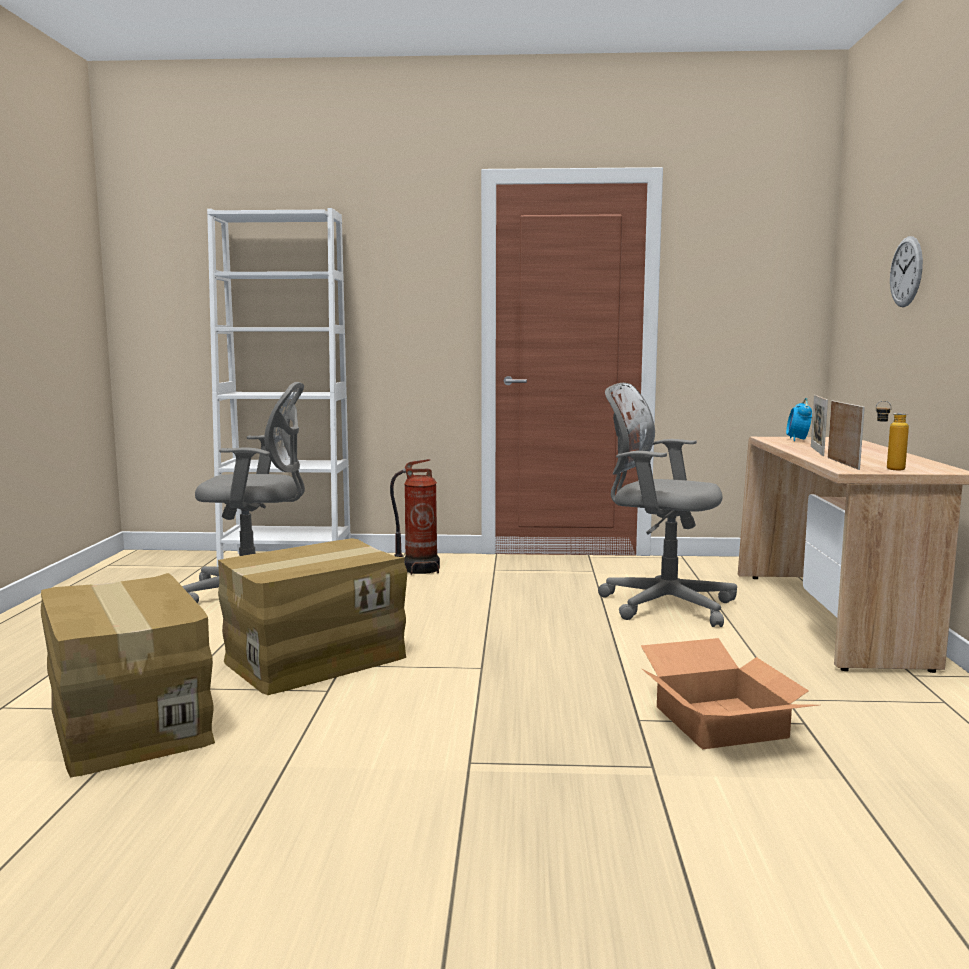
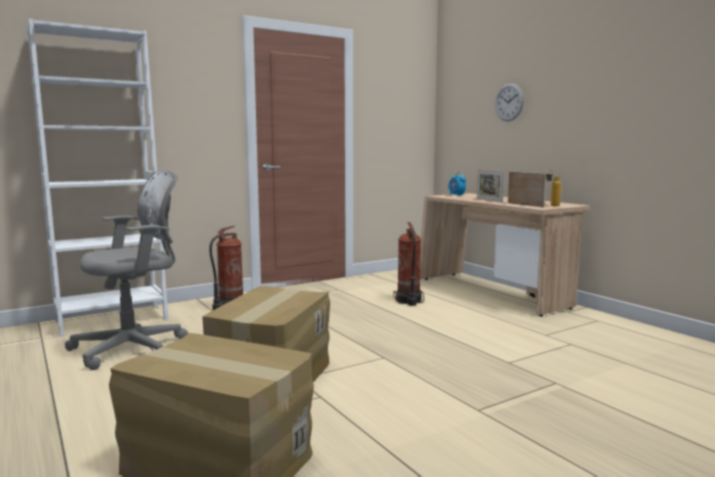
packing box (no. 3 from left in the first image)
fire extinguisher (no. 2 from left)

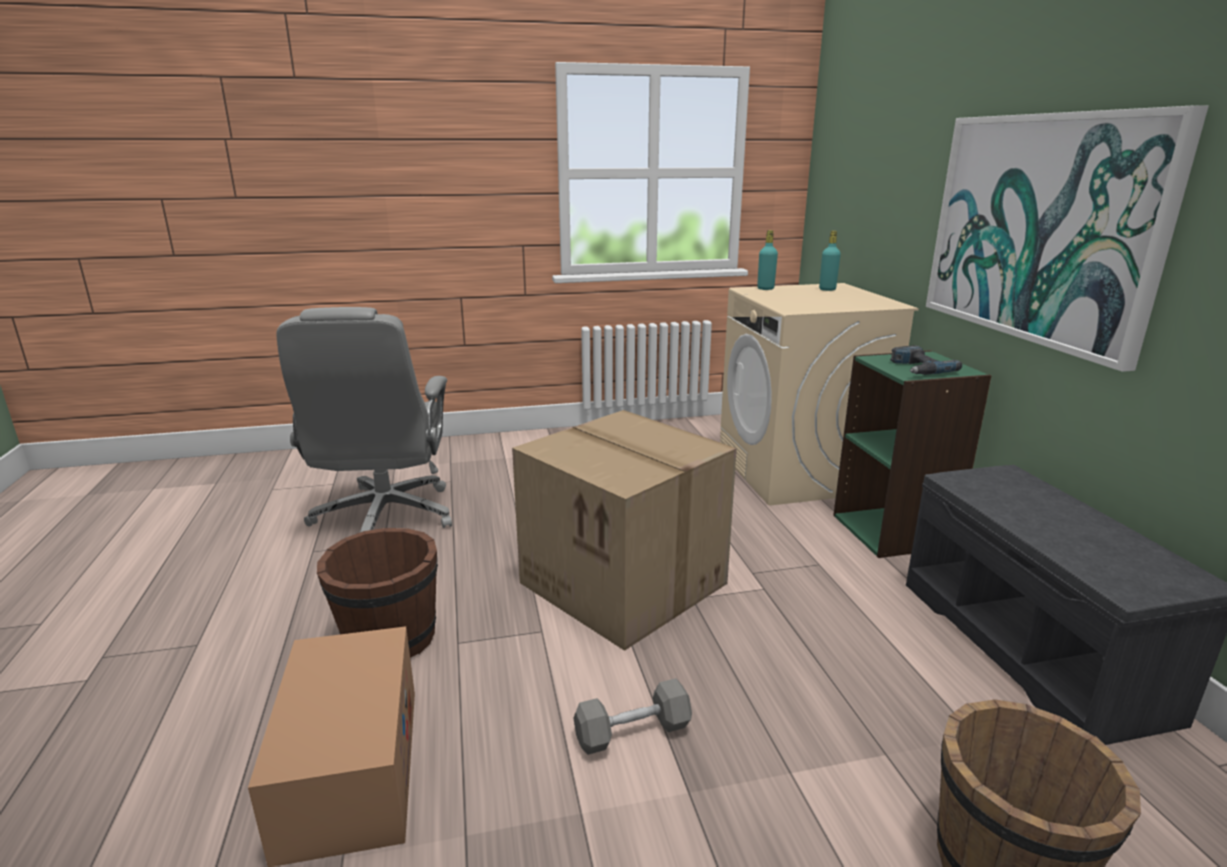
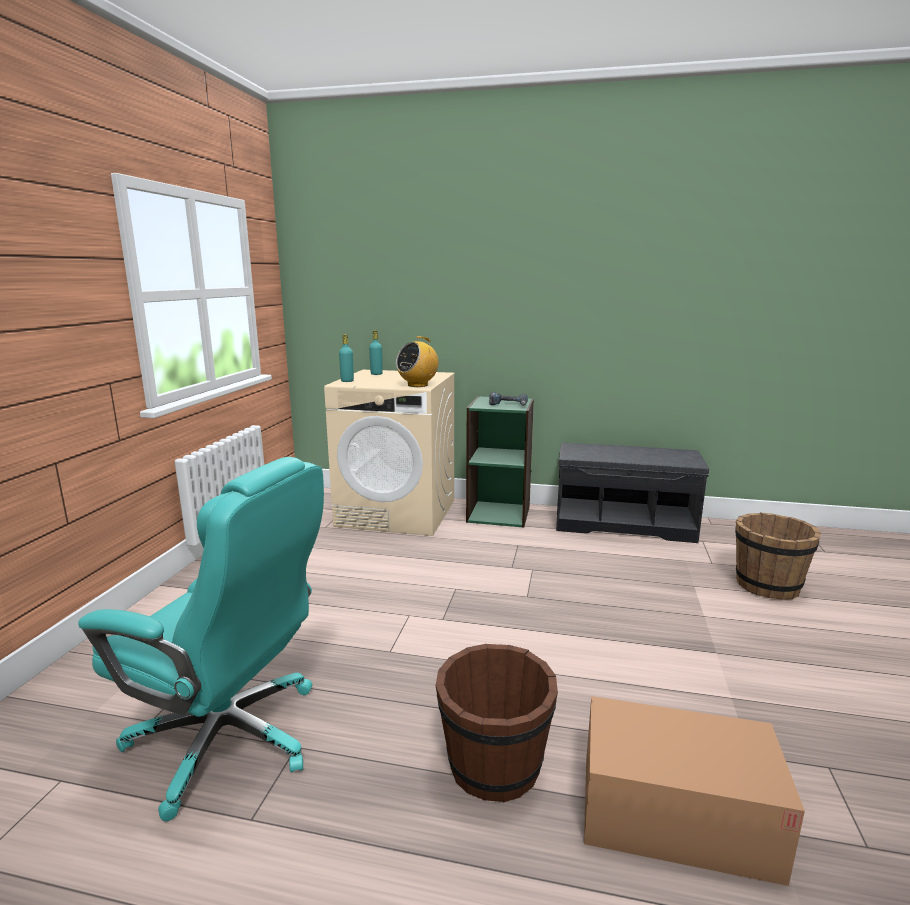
packing box (no. 2 from left in the first image)
hand weight (gray)
picture
radio receiver
computer chair (turquoise)

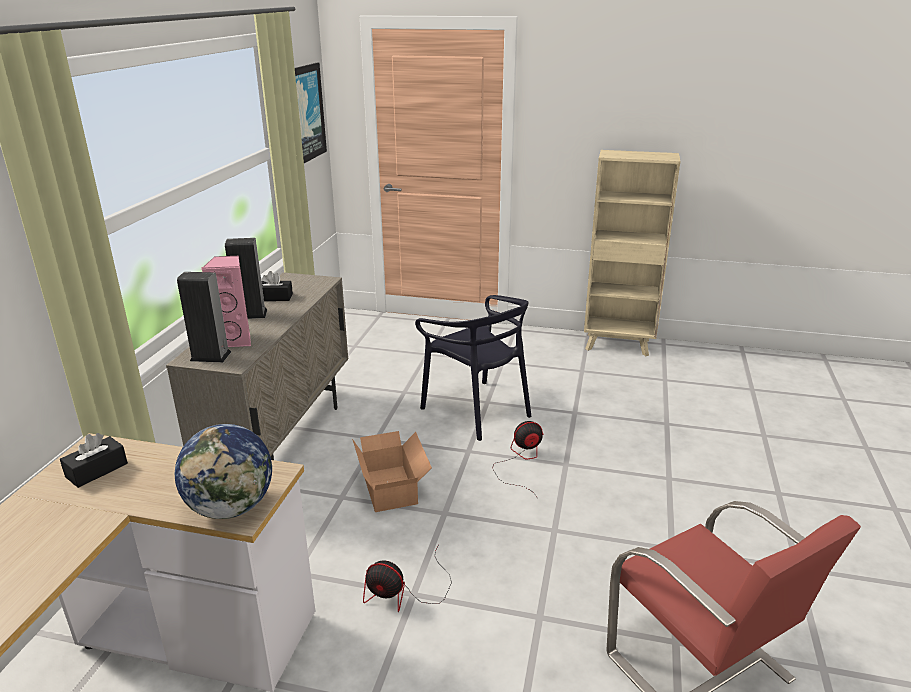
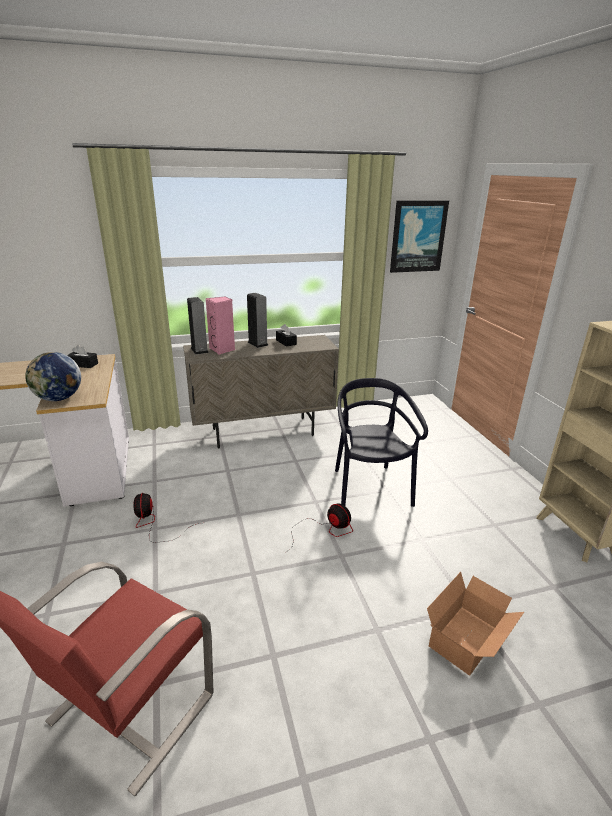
packing box
chair (black)

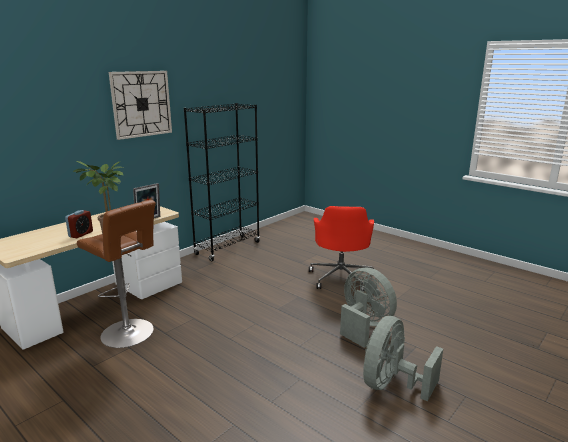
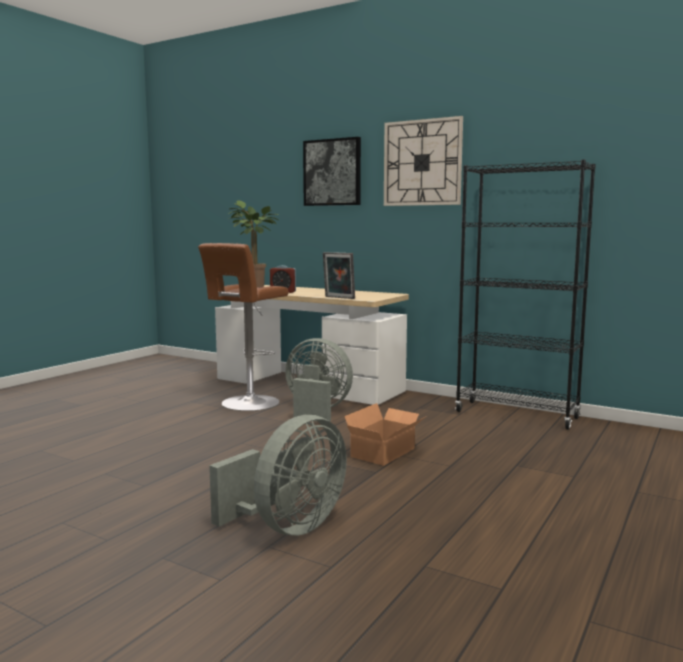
computer chair (reddish)
picture
packing box
fan (gray) (no. 2 from left)

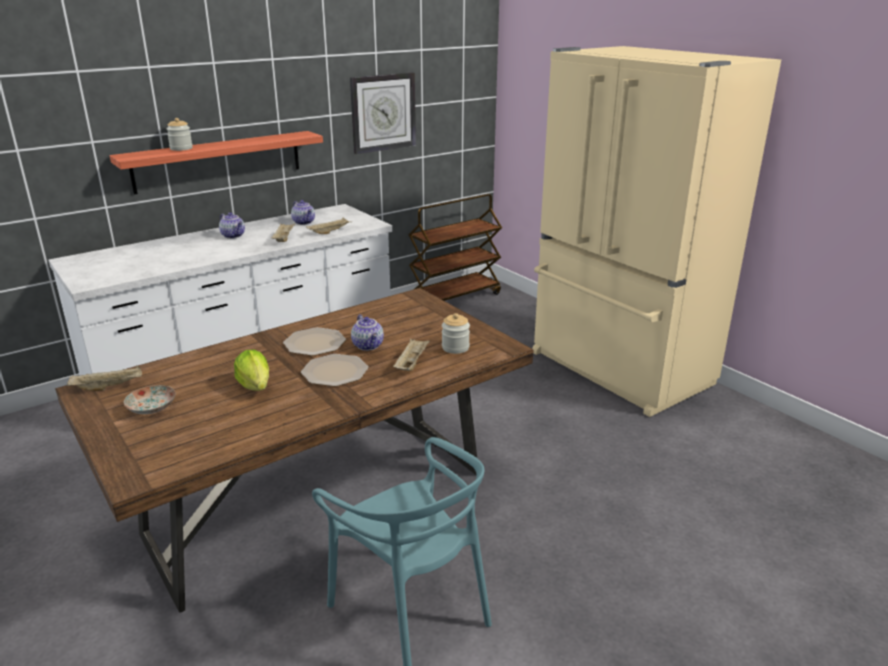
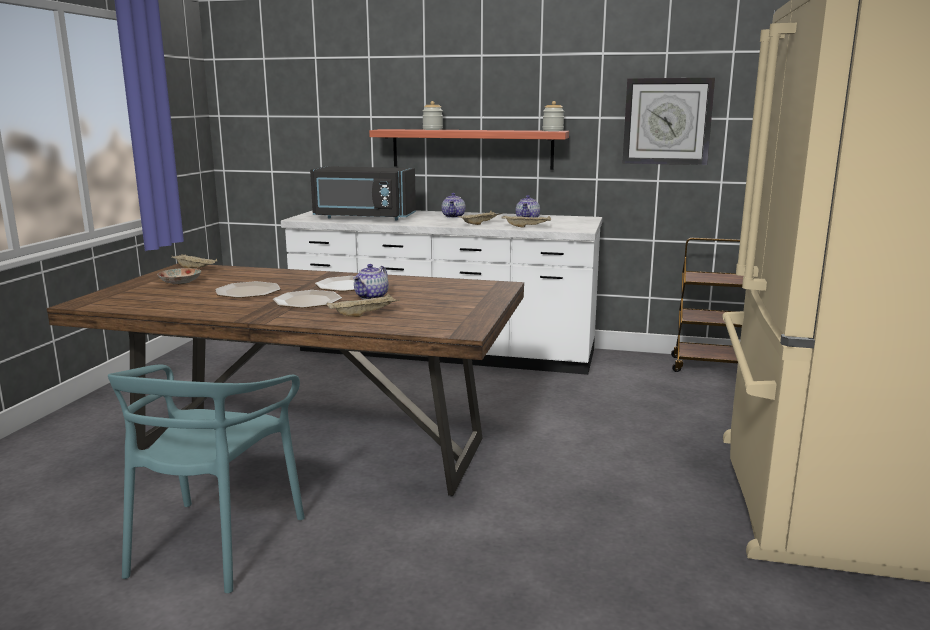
microwave oven (black)
jar (no. 2 from left)
plate (no. 2 from left)

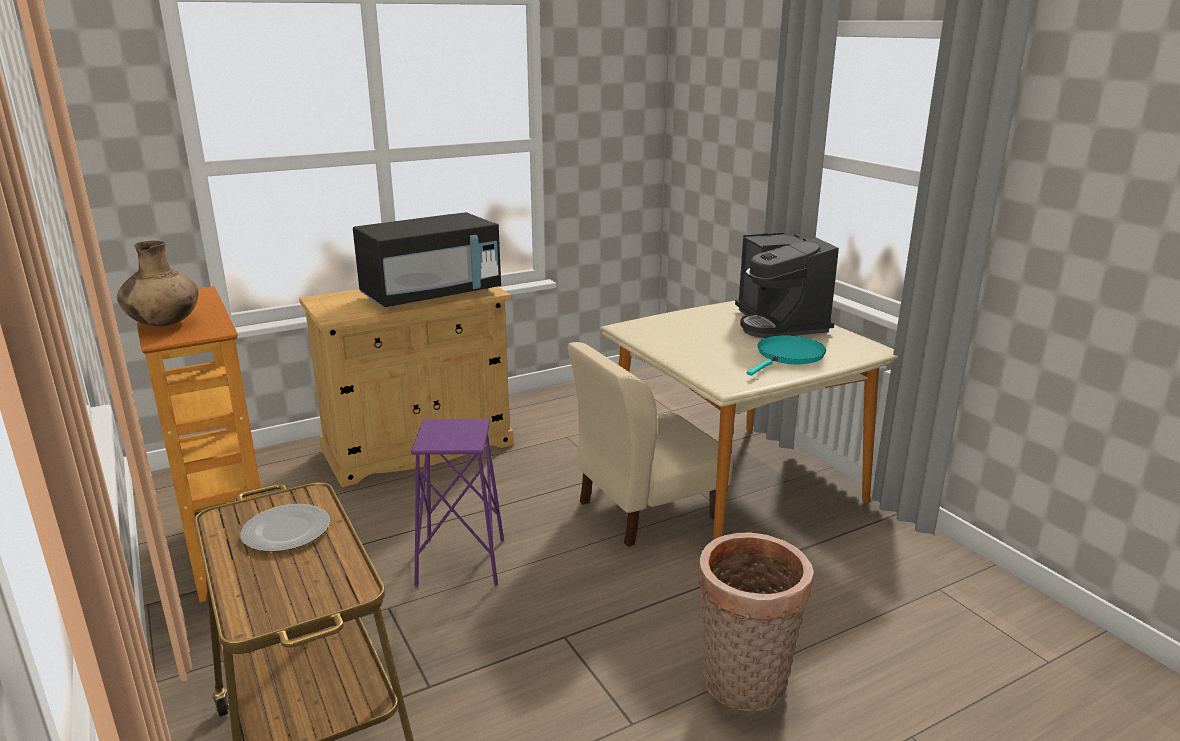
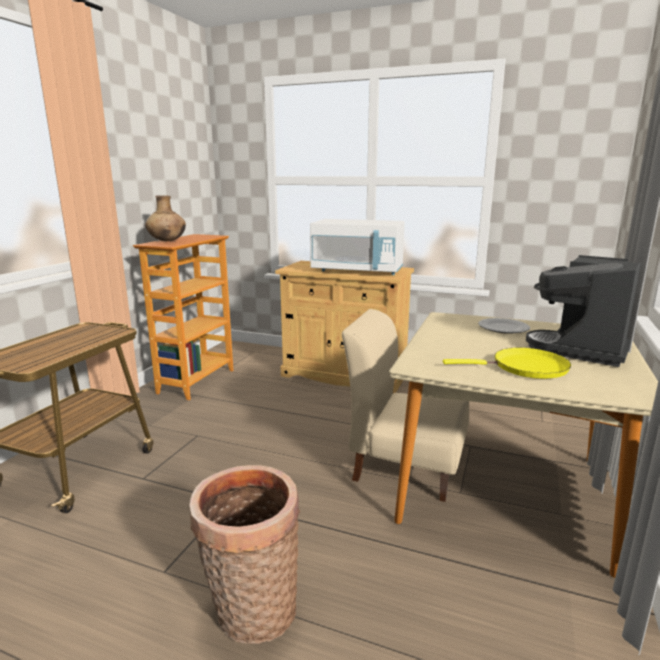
sitting stool (purplish)
plate
microwave oven (whitish)
skillet (yellow-coloured)

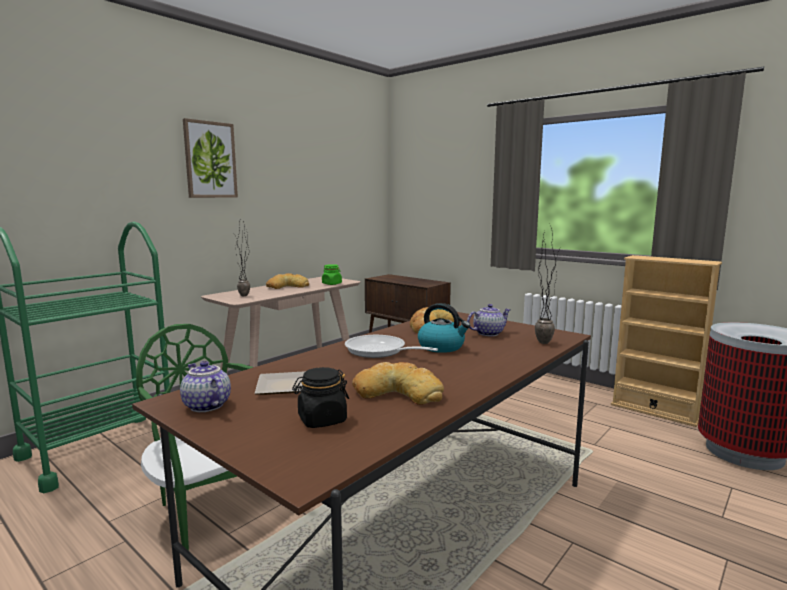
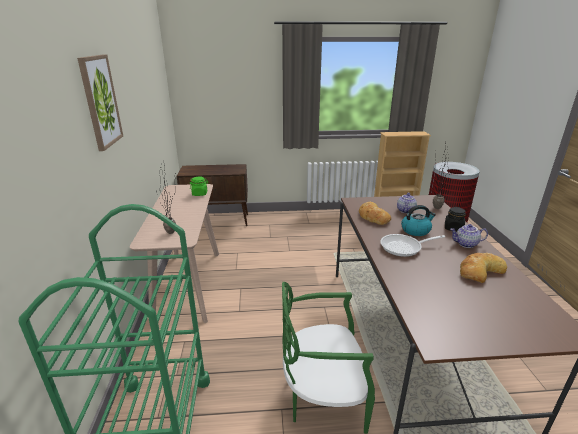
plate
bakery bread (no. 1 from left in the first image)
teapot (no. 2 from left)
jar (black)

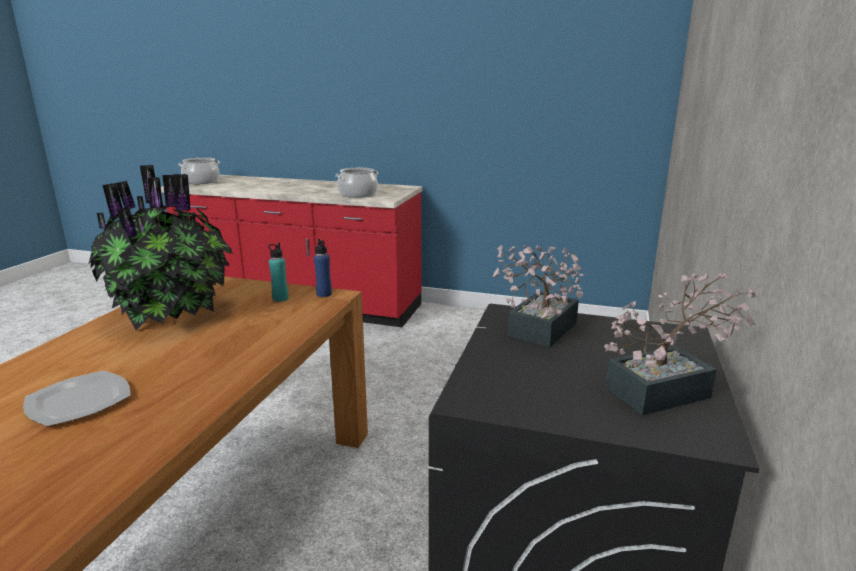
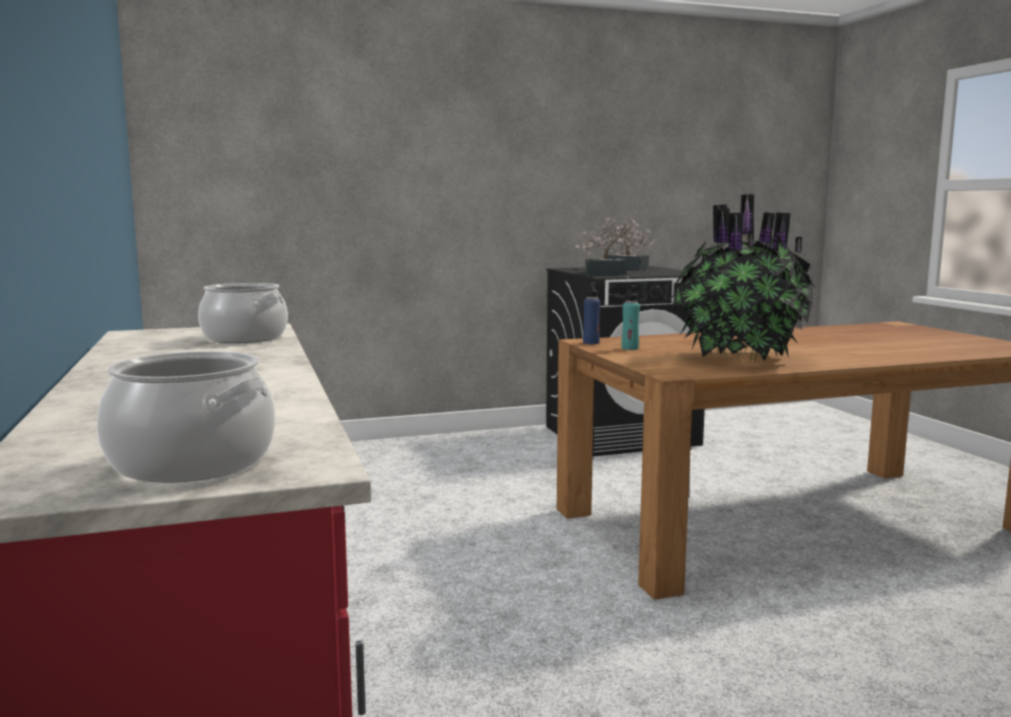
plate

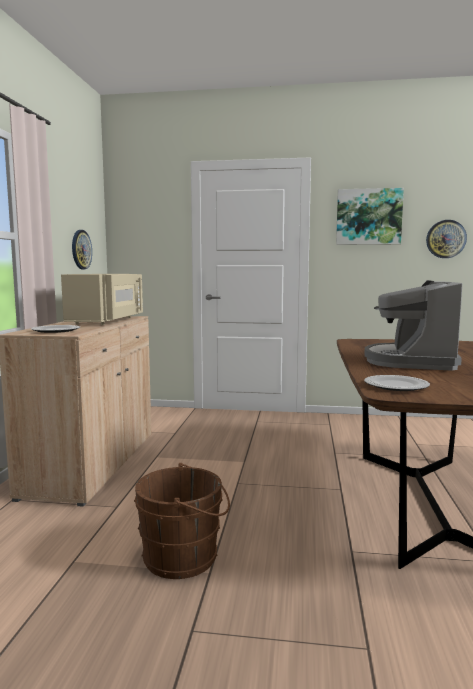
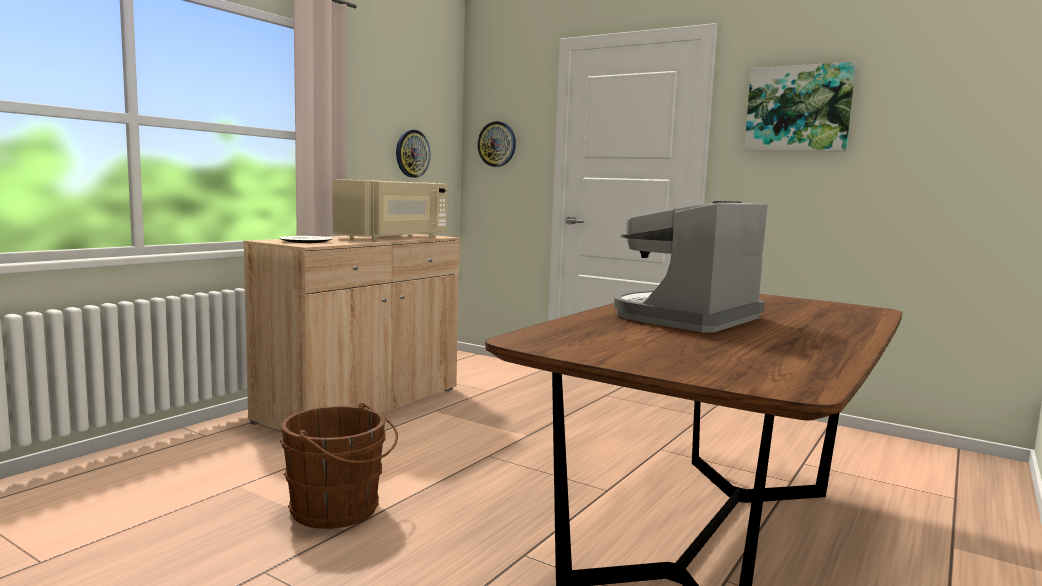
plate (no. 2 from left in the first image)
clock on the wall (no. 2 from left)

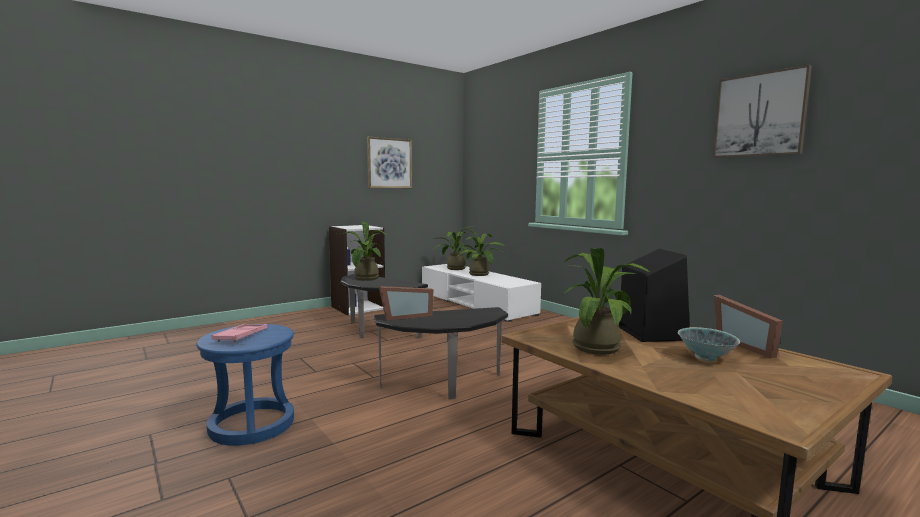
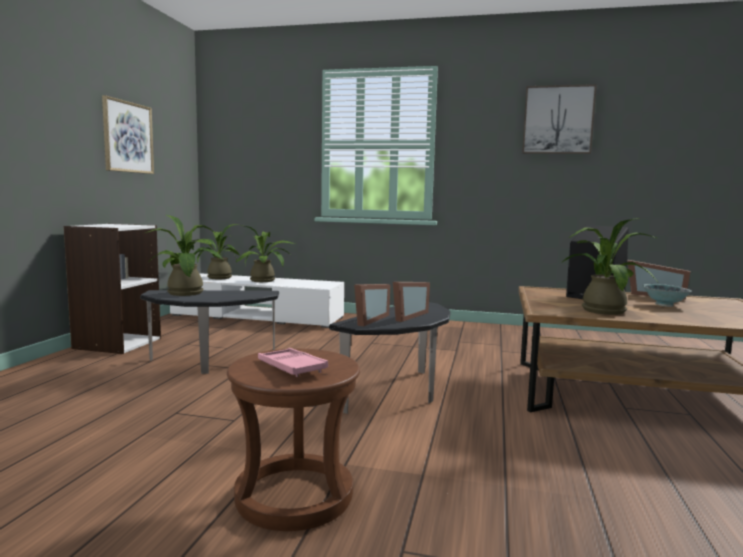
photo frame (no. 2 from left)
sitting stool (brown-coloured)

